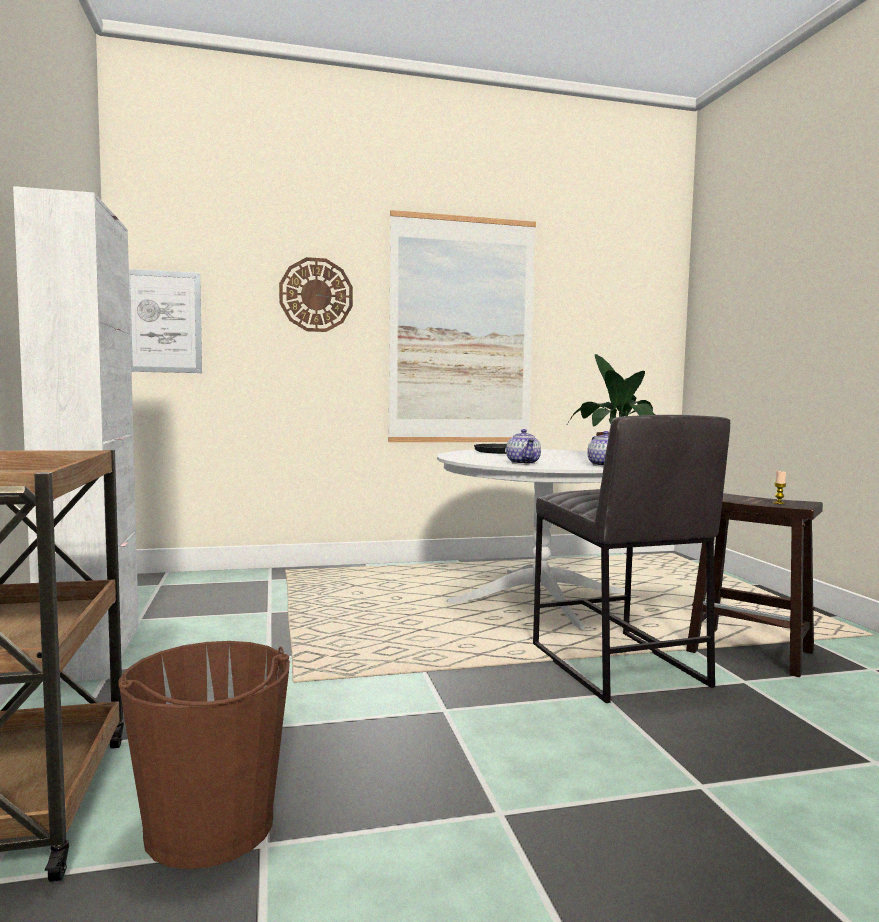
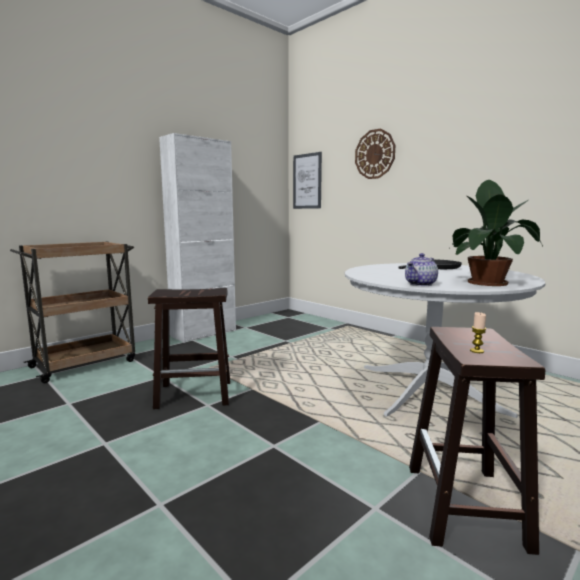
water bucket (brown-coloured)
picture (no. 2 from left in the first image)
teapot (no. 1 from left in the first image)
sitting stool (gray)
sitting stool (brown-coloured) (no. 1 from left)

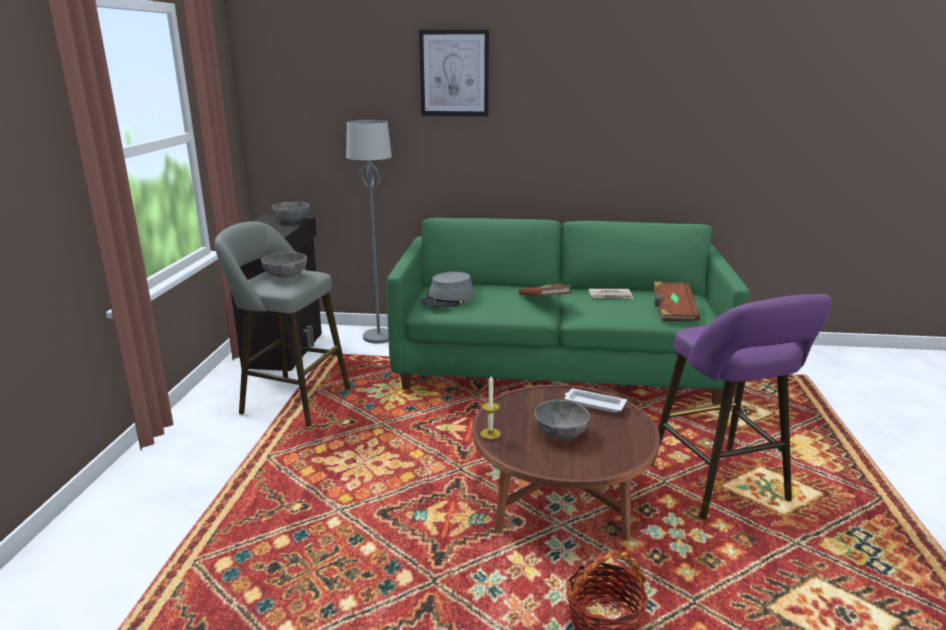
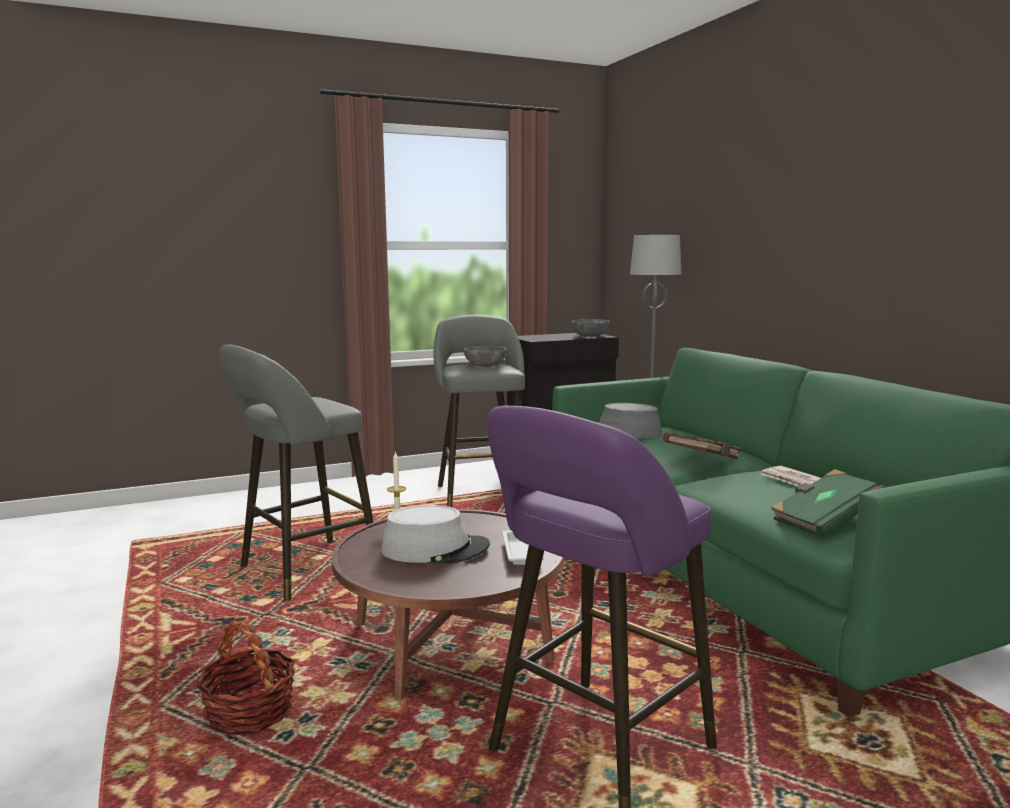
picture
sitting stool (gray) (no. 1 from left)
wearable hat (gray) (no. 1 from left)
book (greenish)

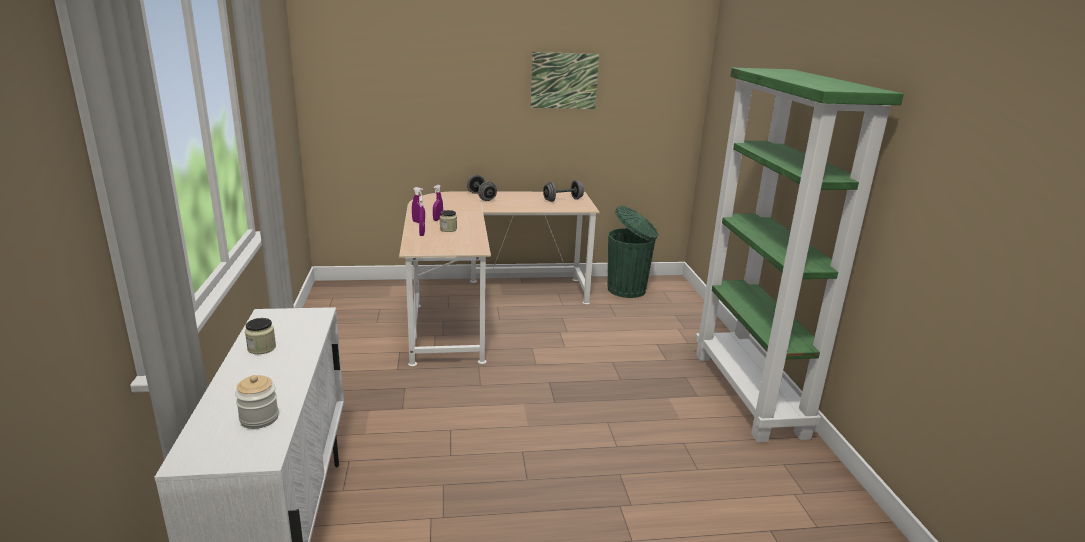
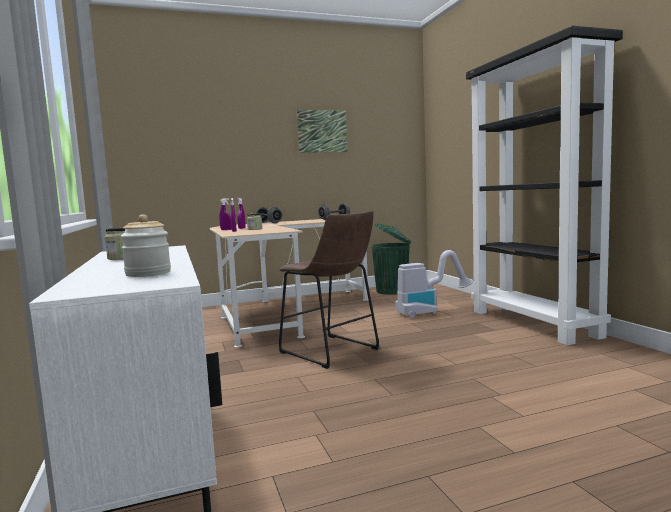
sitting stool (brown-coloured)
hoover
shelving unit (black)

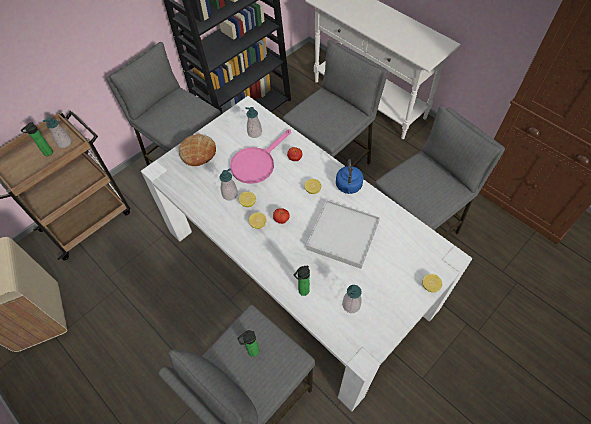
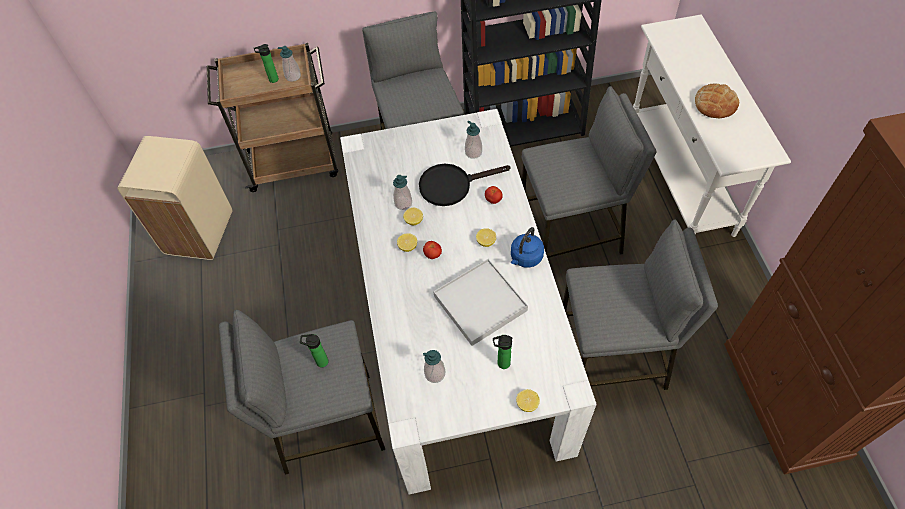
bakery bread
drink bottle (no. 3 from left)
skillet (black)

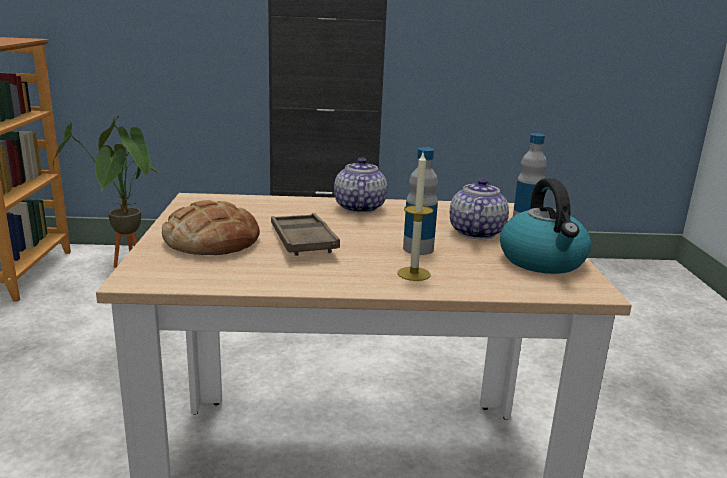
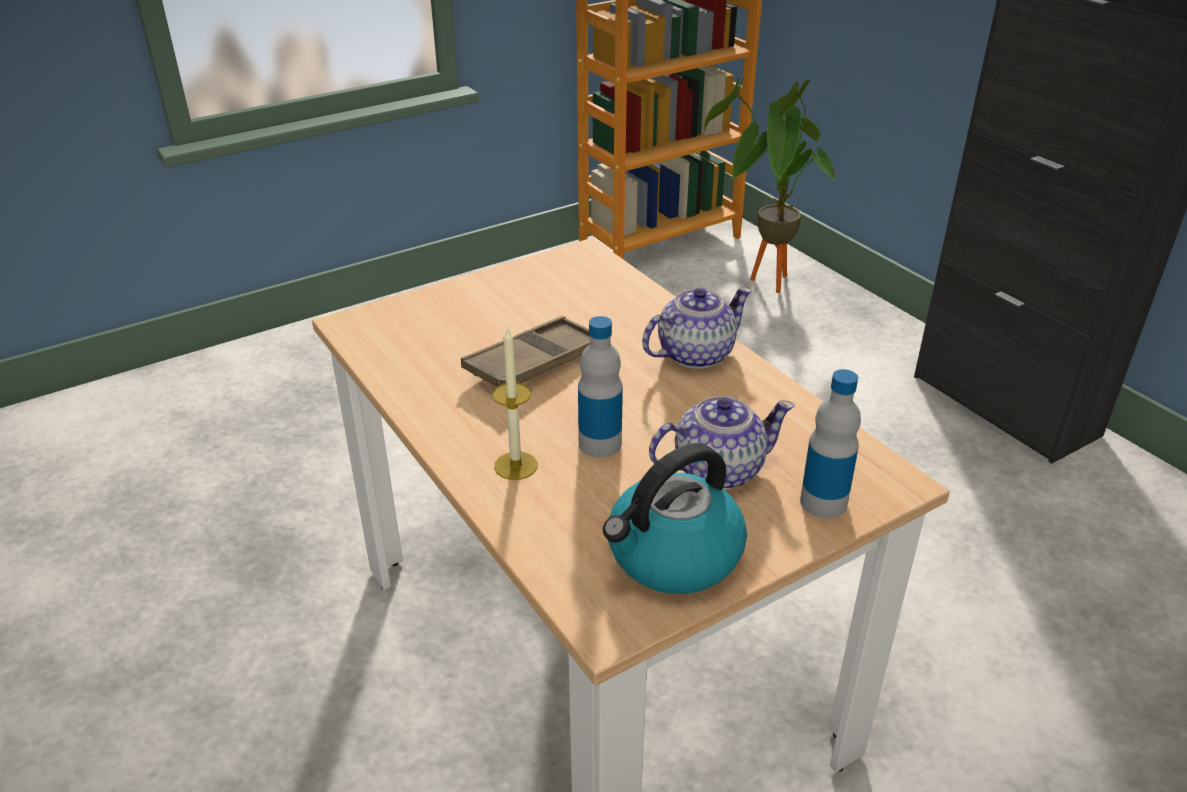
bakery bread

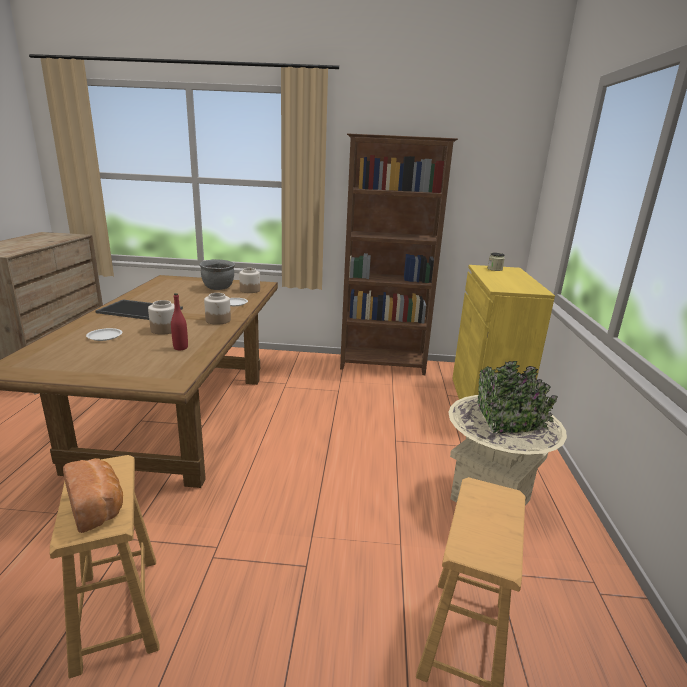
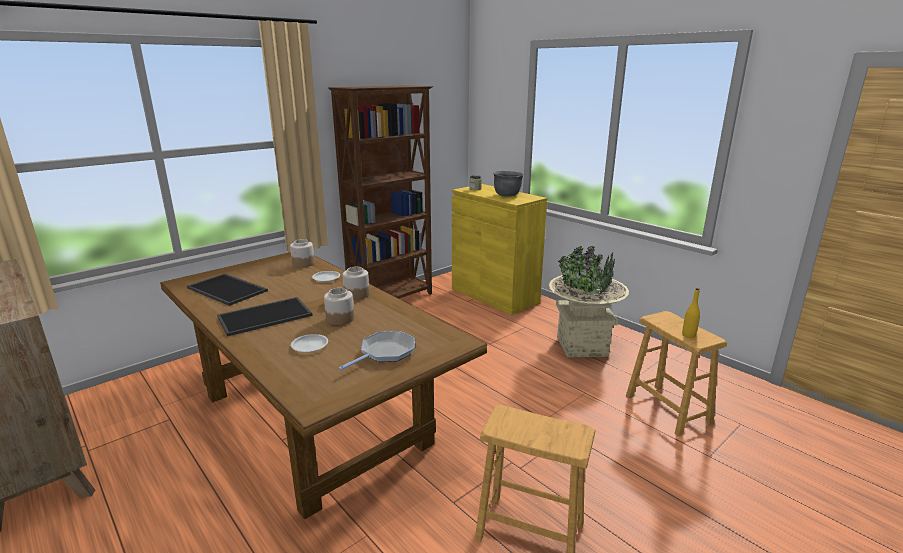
bakery bread
drink bottle (reddish)
serving tray (no. 1 from left)
skillet
drink bottle (yellow-coloured)
stockpot (gray)

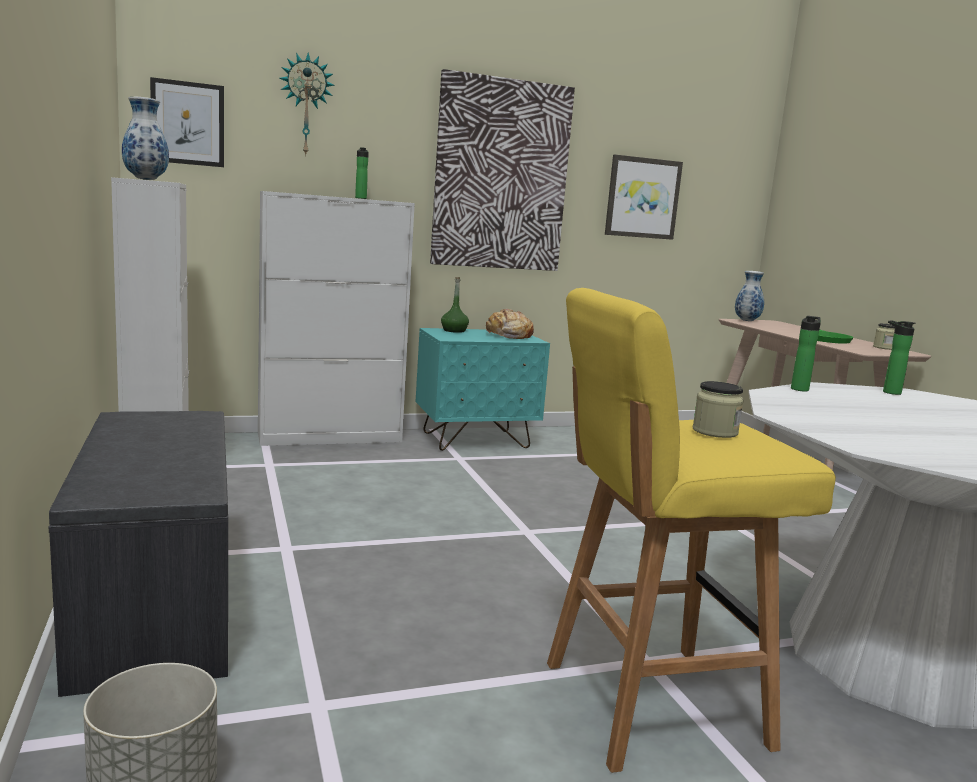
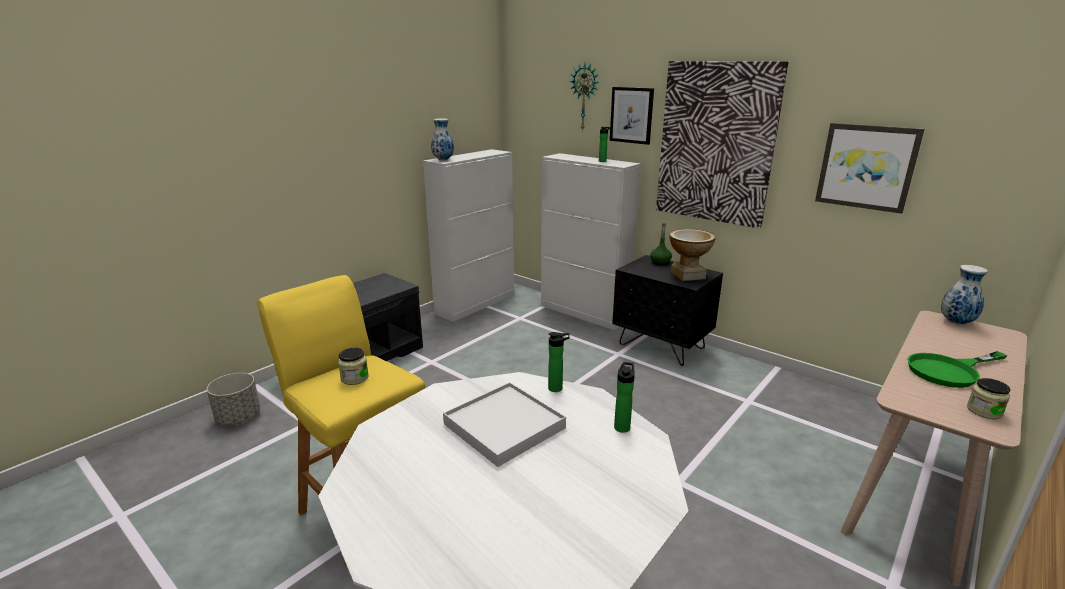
serving tray (whitish)
picture (no. 1 from left)
vase (no. 2 from left)
nightstand (black)

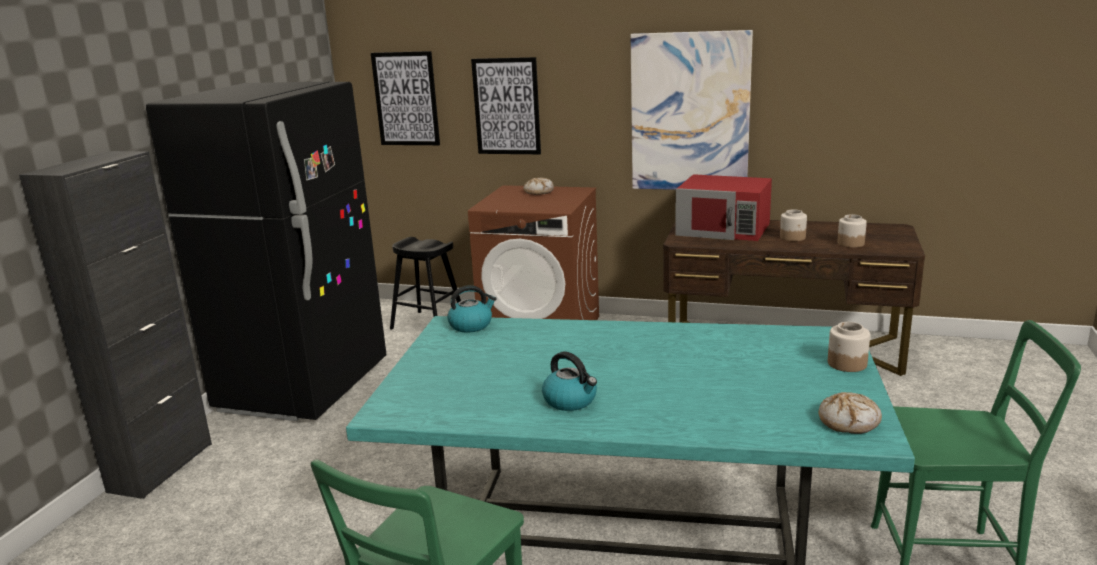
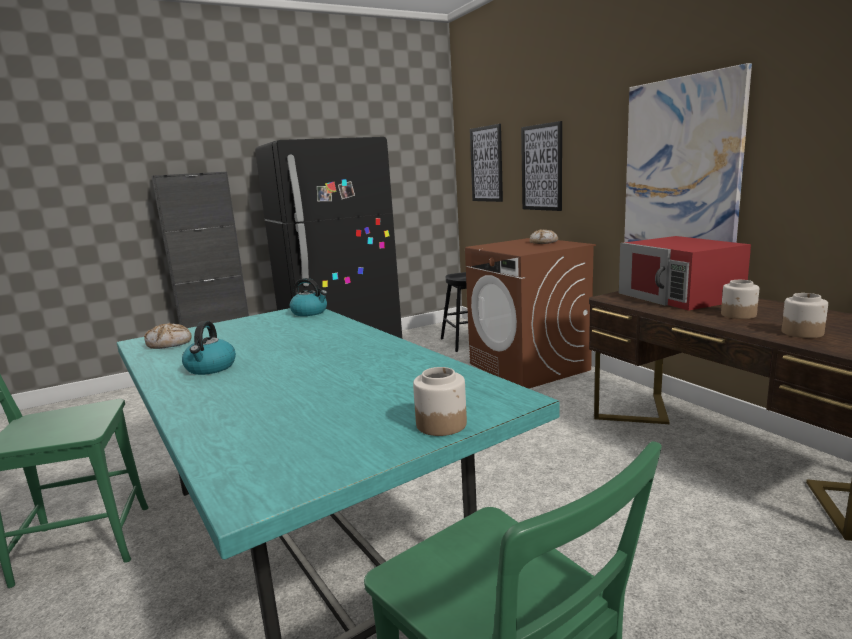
bakery bread (no. 1 from left)

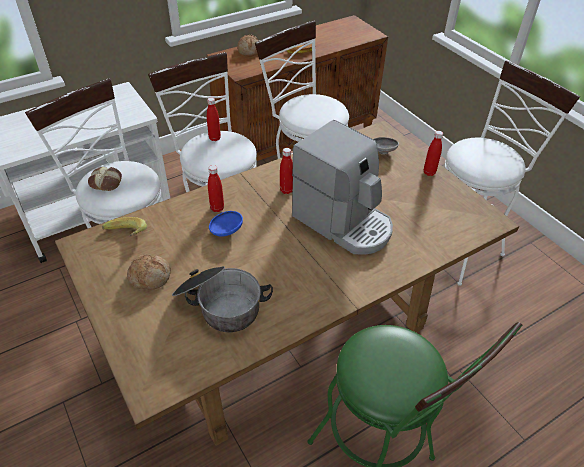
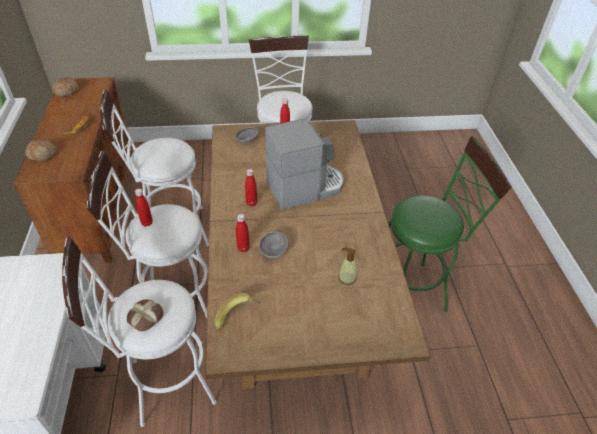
bakery bread (no. 2 from left)
soap dispenser
deep dish (gray) (no. 2 from left)

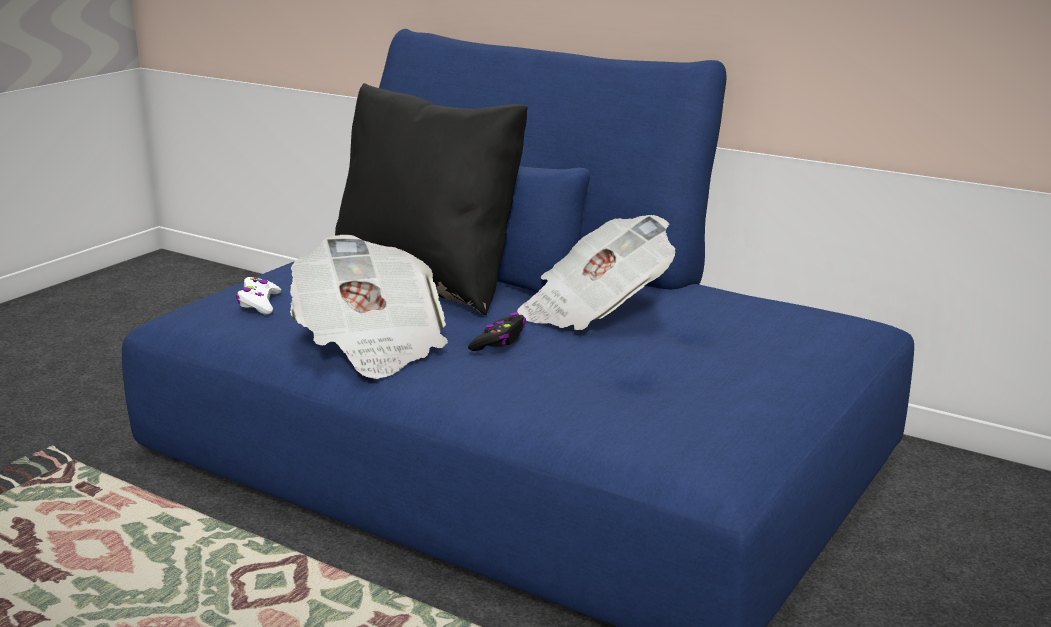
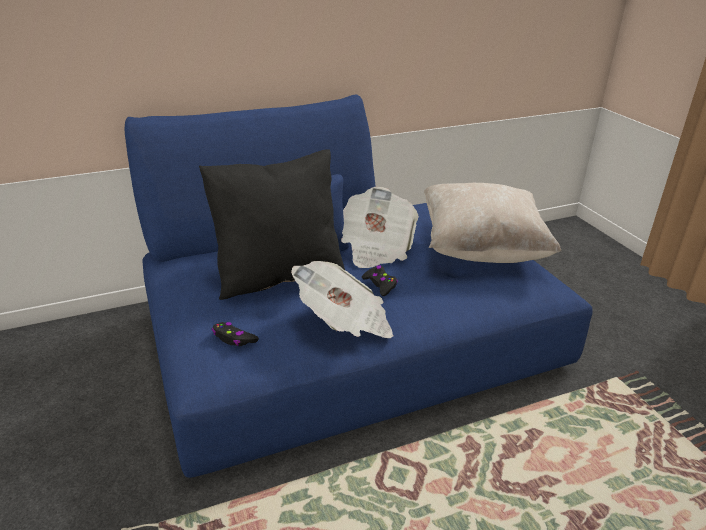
pillow (beige-coloured)
gamepad (black) (no. 1 from left)

